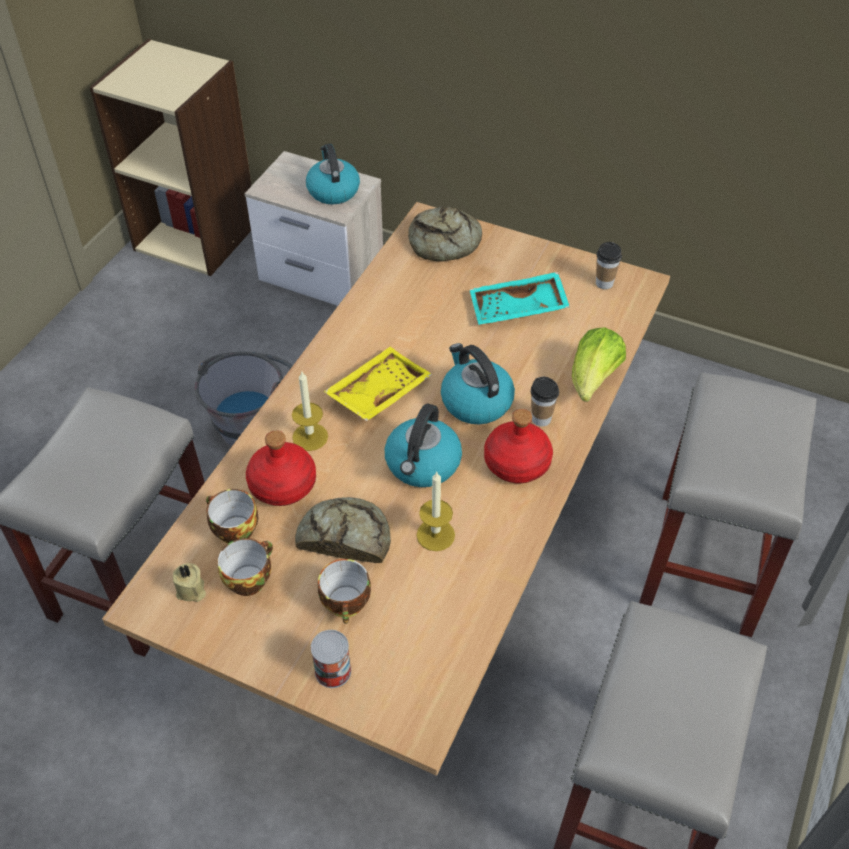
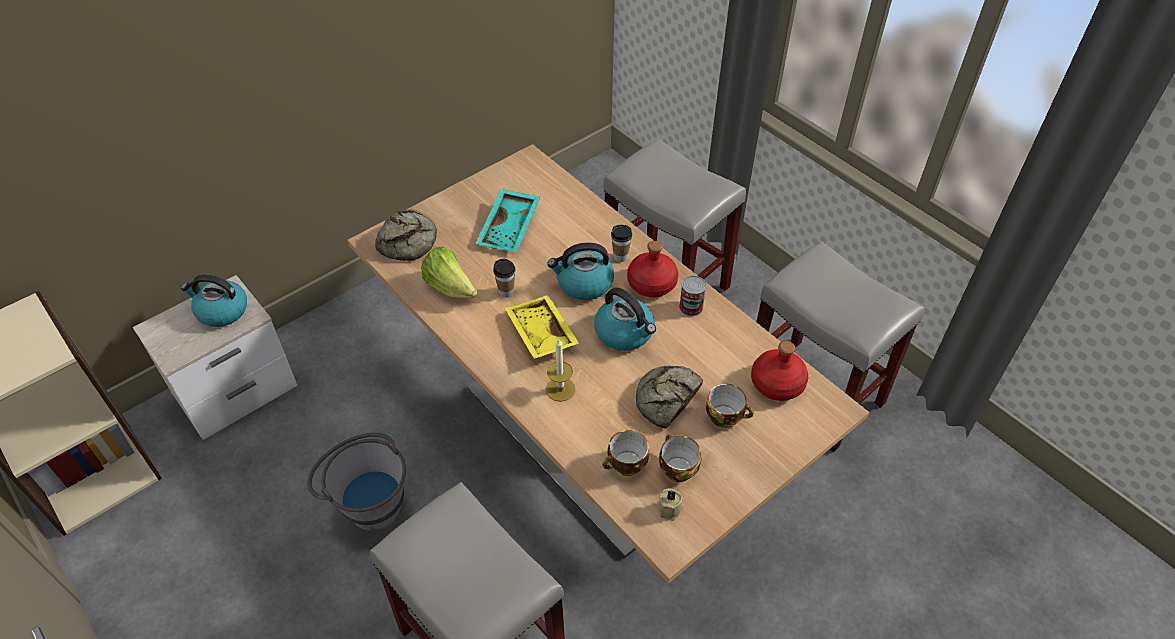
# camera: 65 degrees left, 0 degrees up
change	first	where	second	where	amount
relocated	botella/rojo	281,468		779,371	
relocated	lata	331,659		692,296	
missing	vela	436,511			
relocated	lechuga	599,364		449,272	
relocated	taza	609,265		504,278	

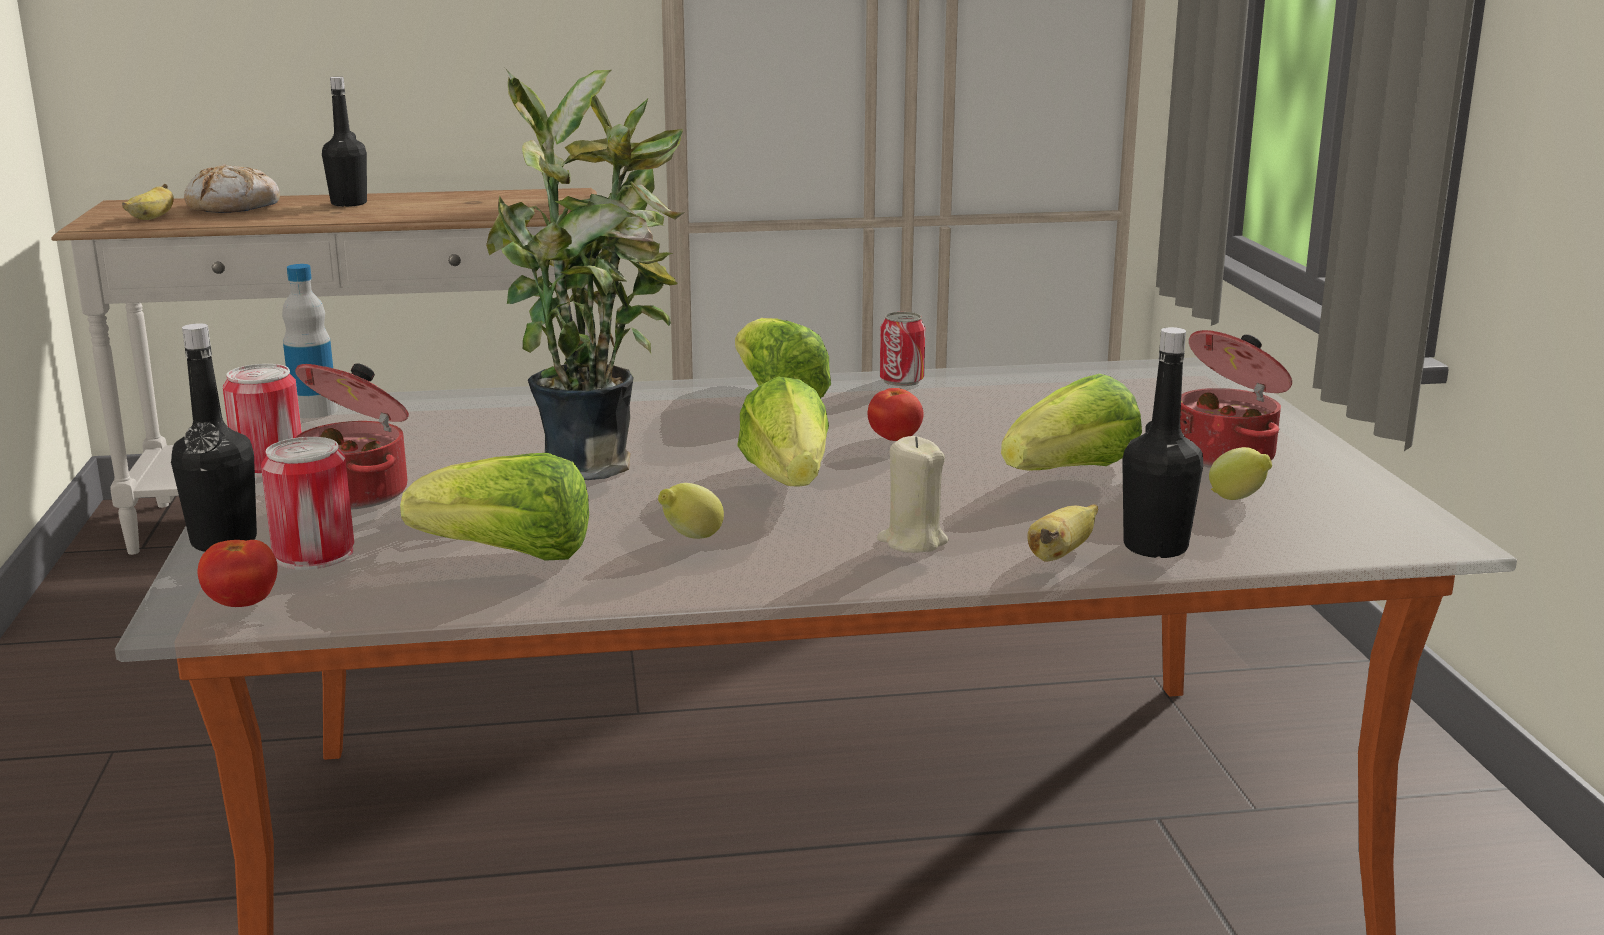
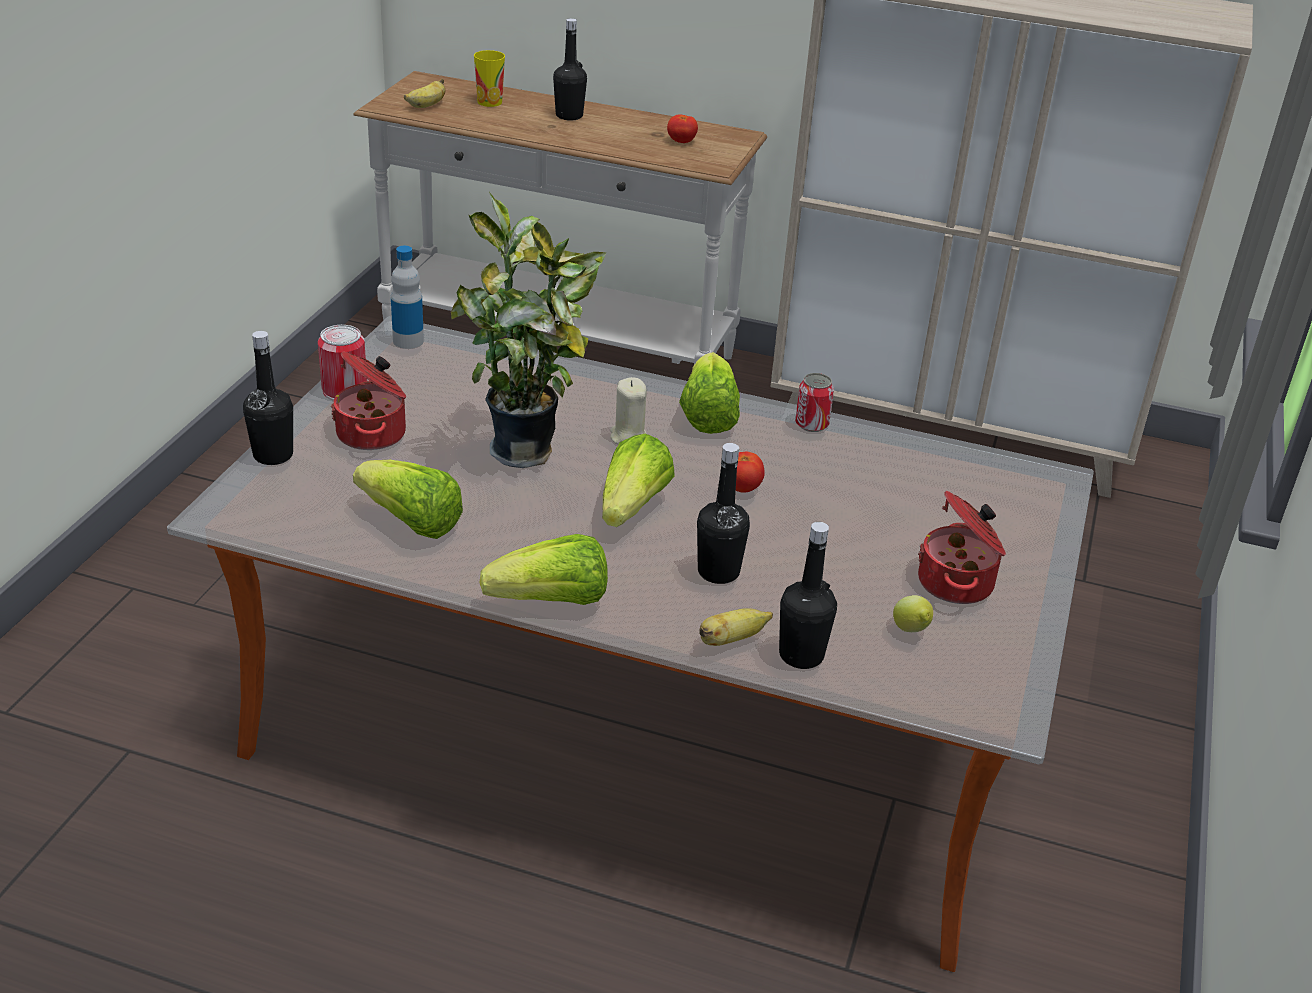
# camera: 25 degrees right, 15 degrees up
change	first	where	second	where	amount
exchanged	pan	232,188	taza	489,78	
relocated	tomate	237,573		682,129	
missing	lata	307,503			
missing	limón	691,511			
relocated	vela/beis	913,494		628,411	
relocated	lechuga	1071,422		543,569	
appeared			botella/negro	723,513	

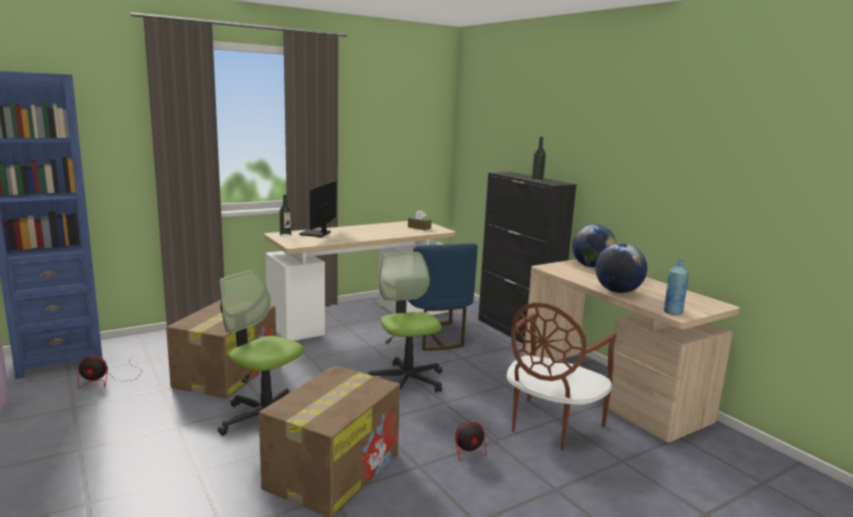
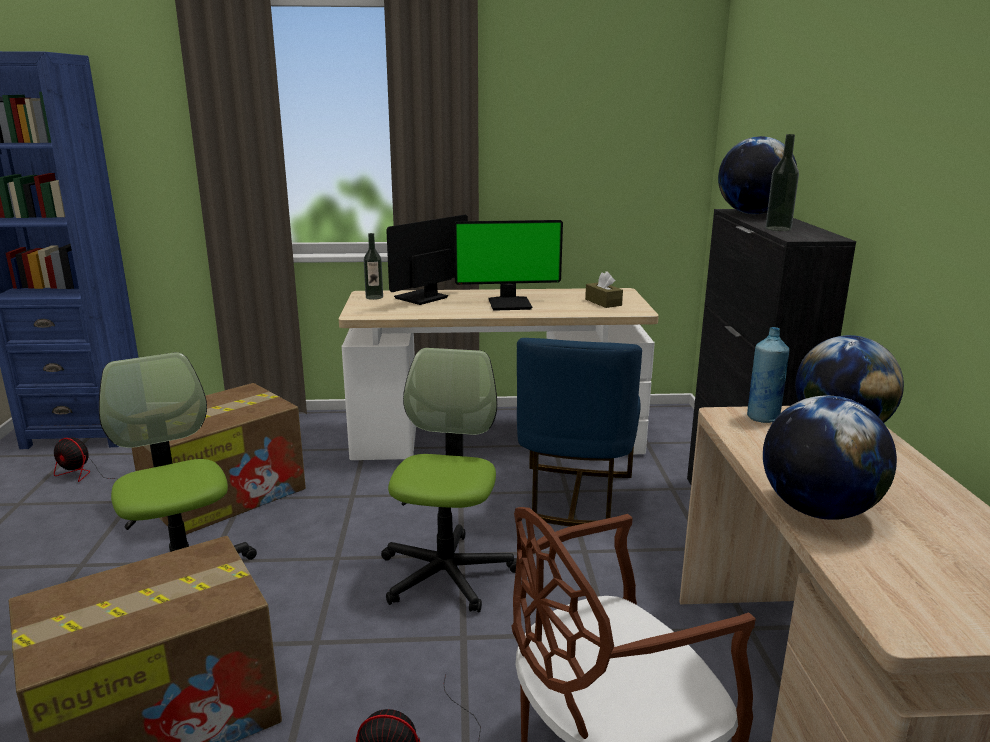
# camera: 30 degrees right, 5 degrees up
change	first	where	second	where	amount
relocated	botella/azul	676,287		768,375	
appeared			monitor	508,265	
appeared			globo terráqueo	757,175	

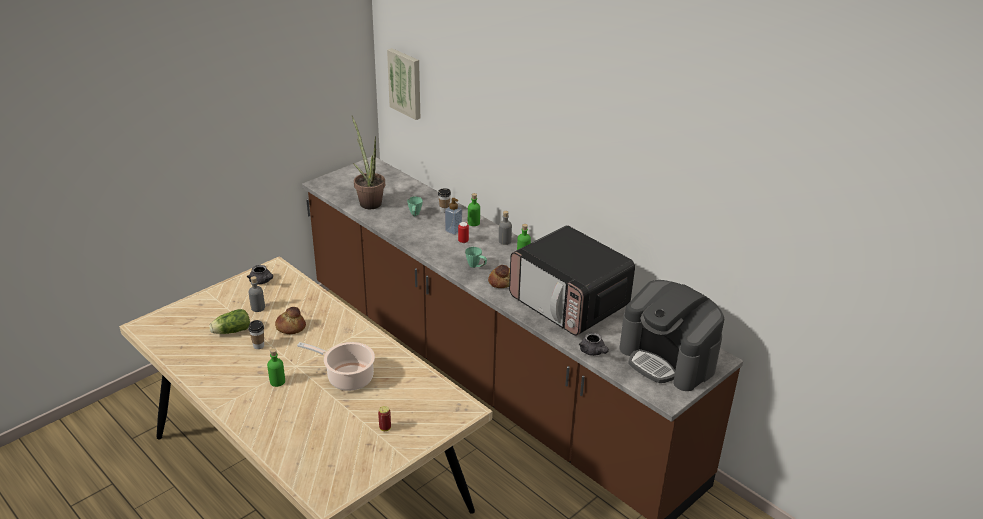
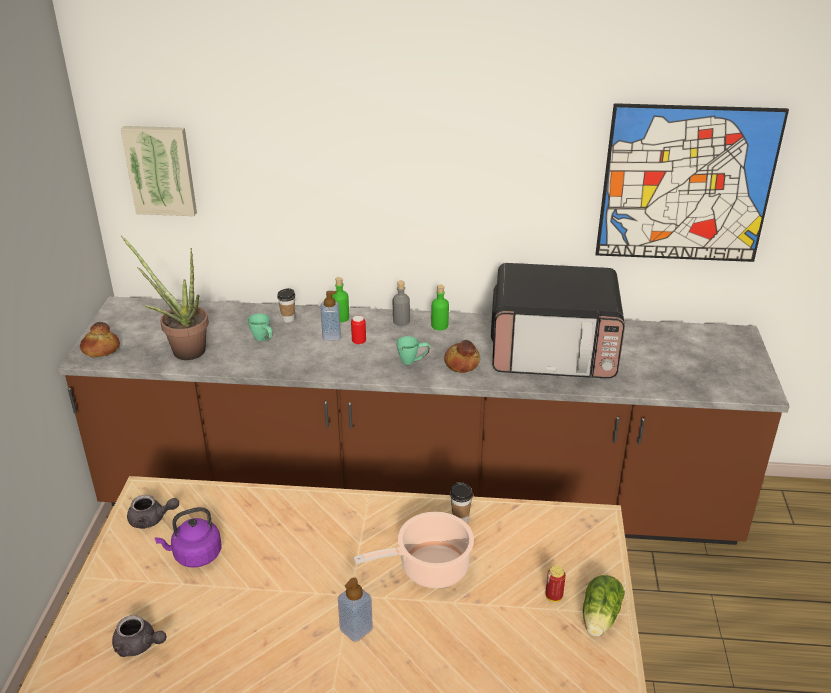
# camera: 40 degrees left, 0 degrees up
change	first	where	second	where	amount
relocated	lechuga	229,321		604,606	
exchanged	botella/gris	256,294	hervidor/morado	188,537	
relocated	taza	256,334		461,502	
exchanged	botella/verde	276,367	dispensador de jabón	355,609	
relocated	pan	290,320		100,339	
relocated	tetera/gris	594,344		139,636	
missing	cafetera	671,335			
appeared			cuadro	692,182	

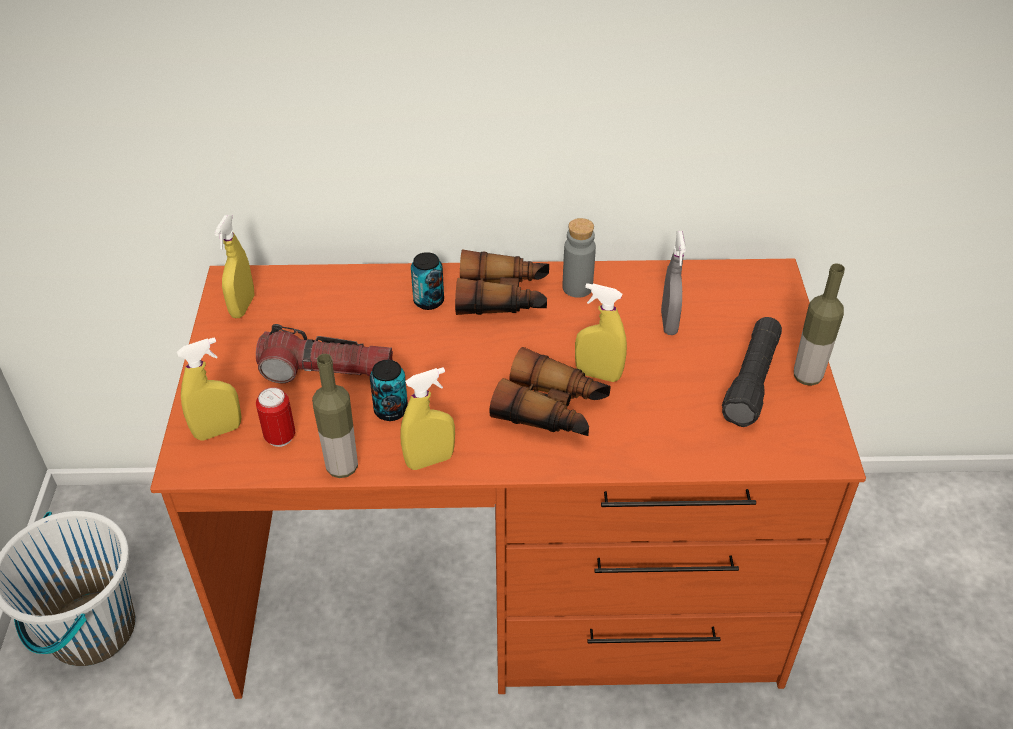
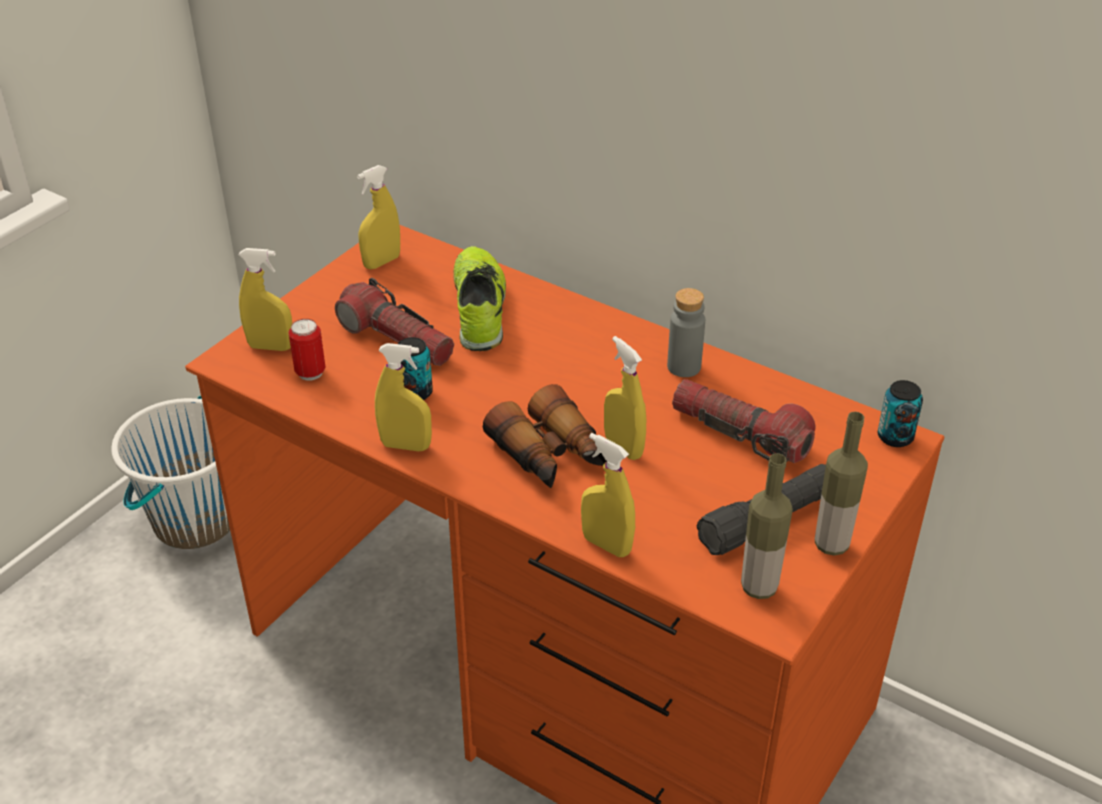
# camera: 35 degrees right, 5 degrees down
change	first	where	second	where	amount
relocated	botella	335,416		767,526	
relocated	lata	427,281		900,413	
missing	prismáticos	502,282			
exchanged	pulverizador/gris	673,283	linterna	743,421	
appeared			zapato	479,298	
appeared			pulverizador/amarillo	608,495	

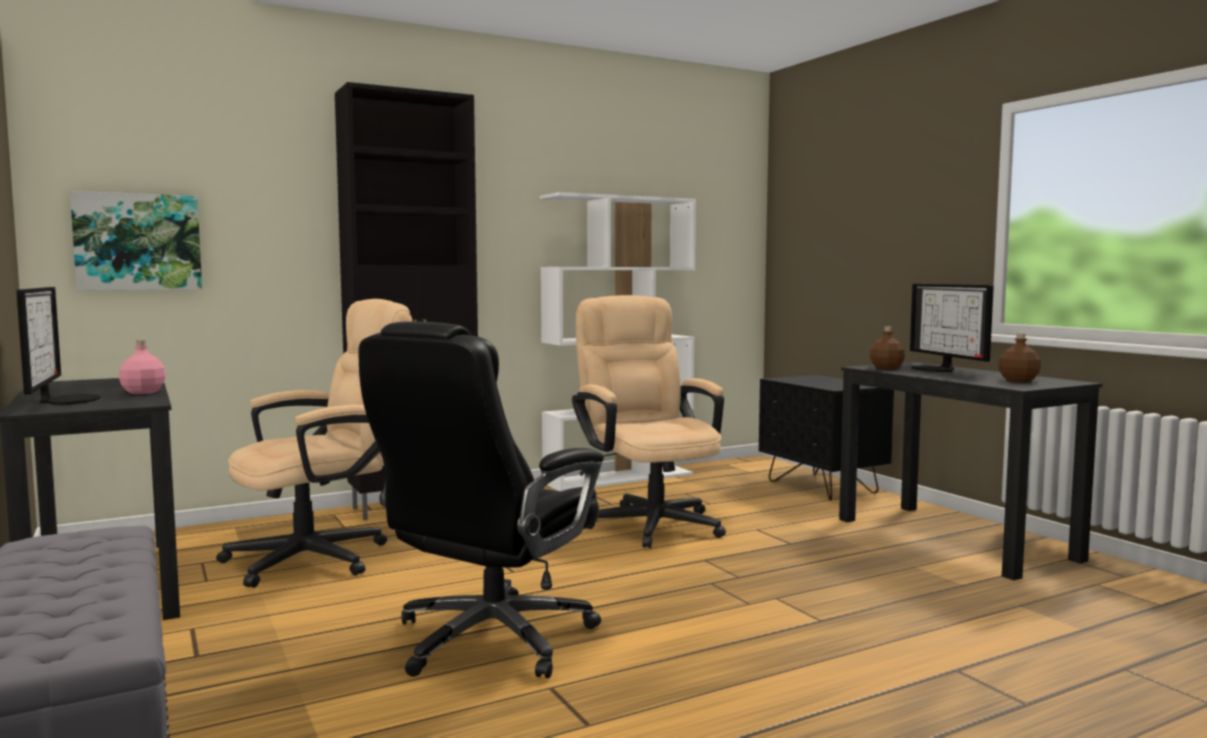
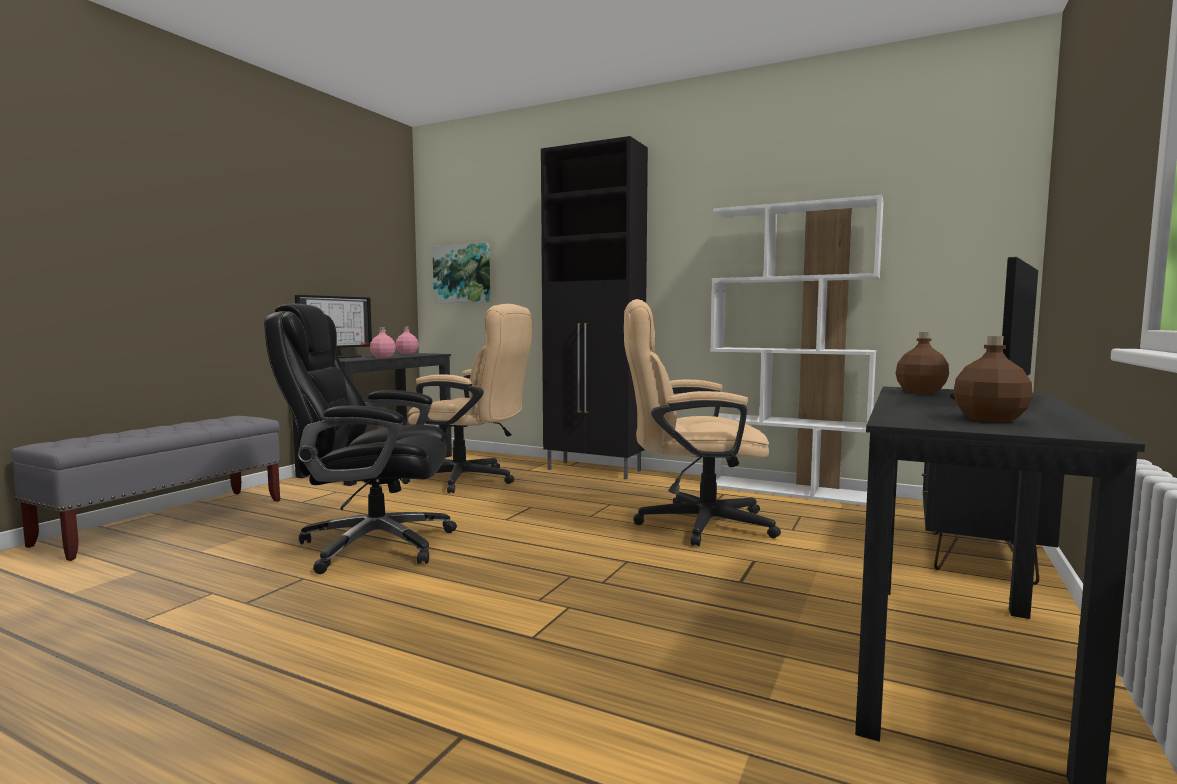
# camera: 55 degrees right, 0 degrees up
change	first	where	second	where	amount
spun	silla de oficina/beis	649,421		702,422	120 degrees counterclockwise
appeared			botella/rosa	407,340	

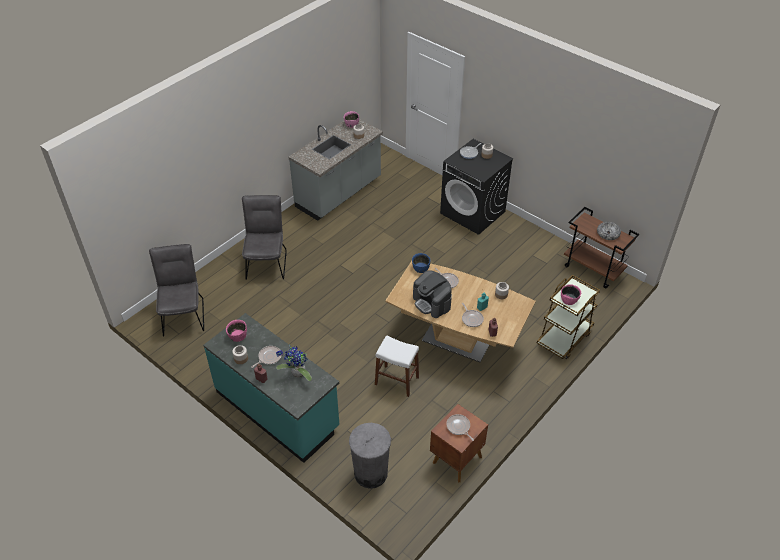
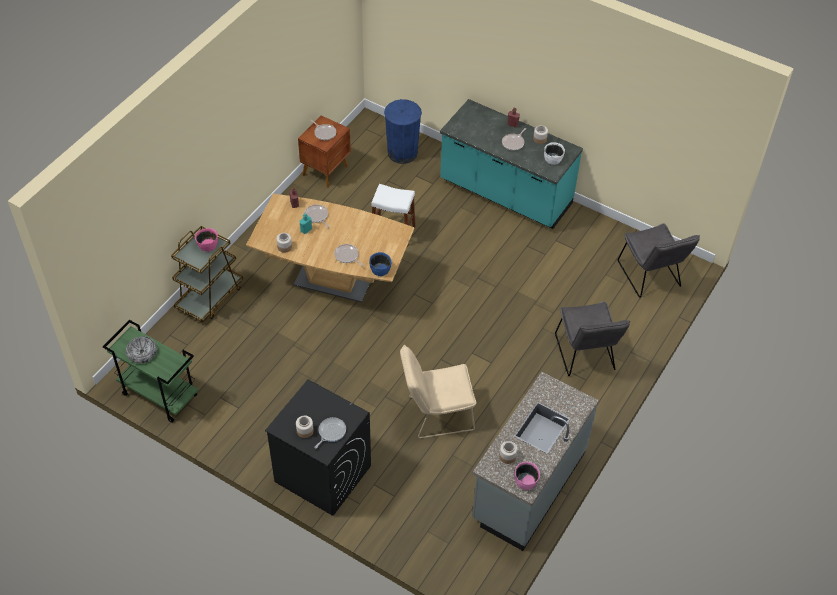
# camera: 170 degrees right, 5 degrees up
change	first	where	second	where	amount
colour	cuenco/rosa	236,331	cuenco/blanco	554,153	
missing	planta en maceta	294,363			
colour	papelera/gris	370,456	papelera/azul	403,131	
missing	cafetera	432,294			
colour	carrito/marrón	601,248	carrito/verde	150,371	
appeared			silla/beis	438,391	

